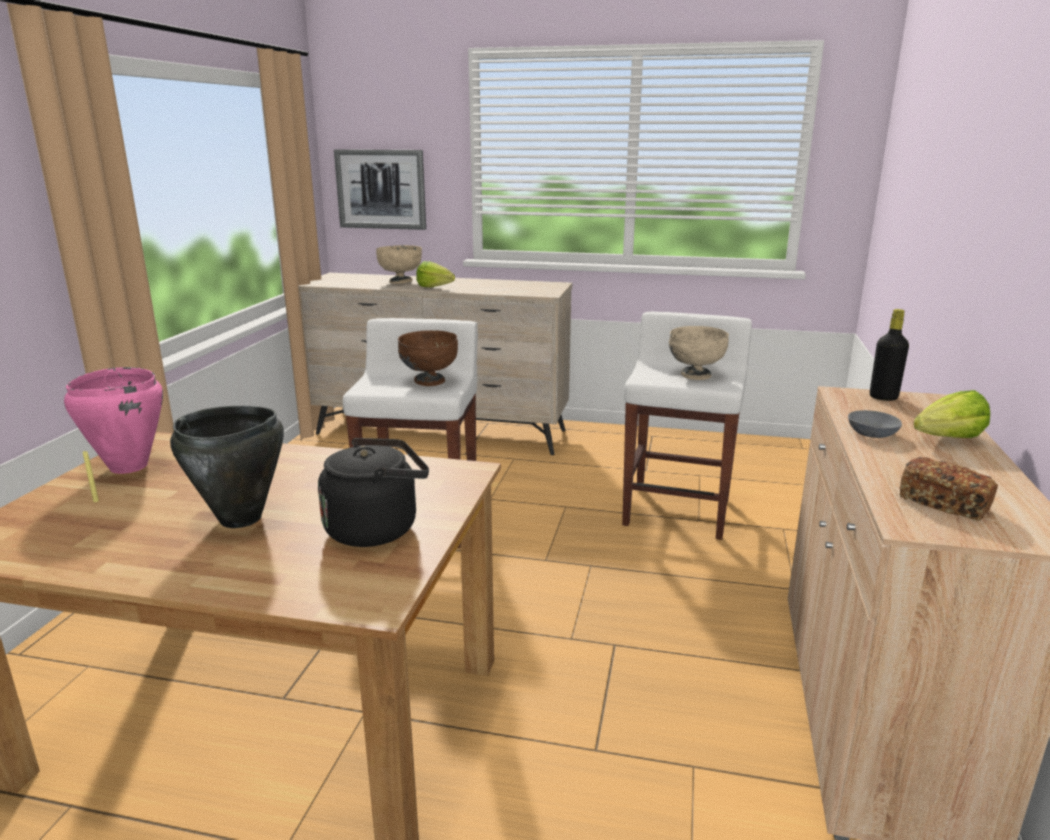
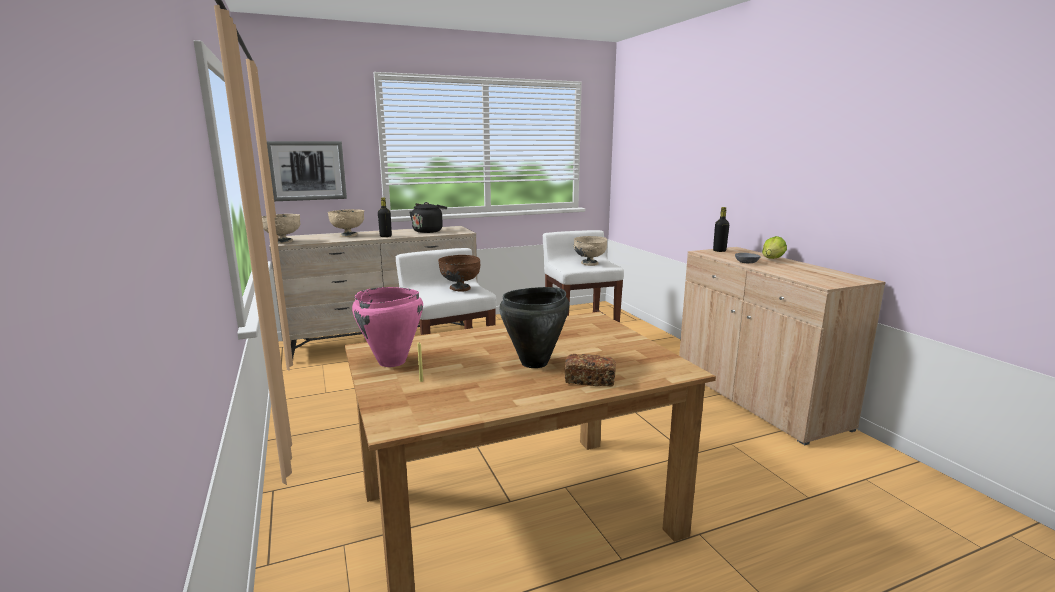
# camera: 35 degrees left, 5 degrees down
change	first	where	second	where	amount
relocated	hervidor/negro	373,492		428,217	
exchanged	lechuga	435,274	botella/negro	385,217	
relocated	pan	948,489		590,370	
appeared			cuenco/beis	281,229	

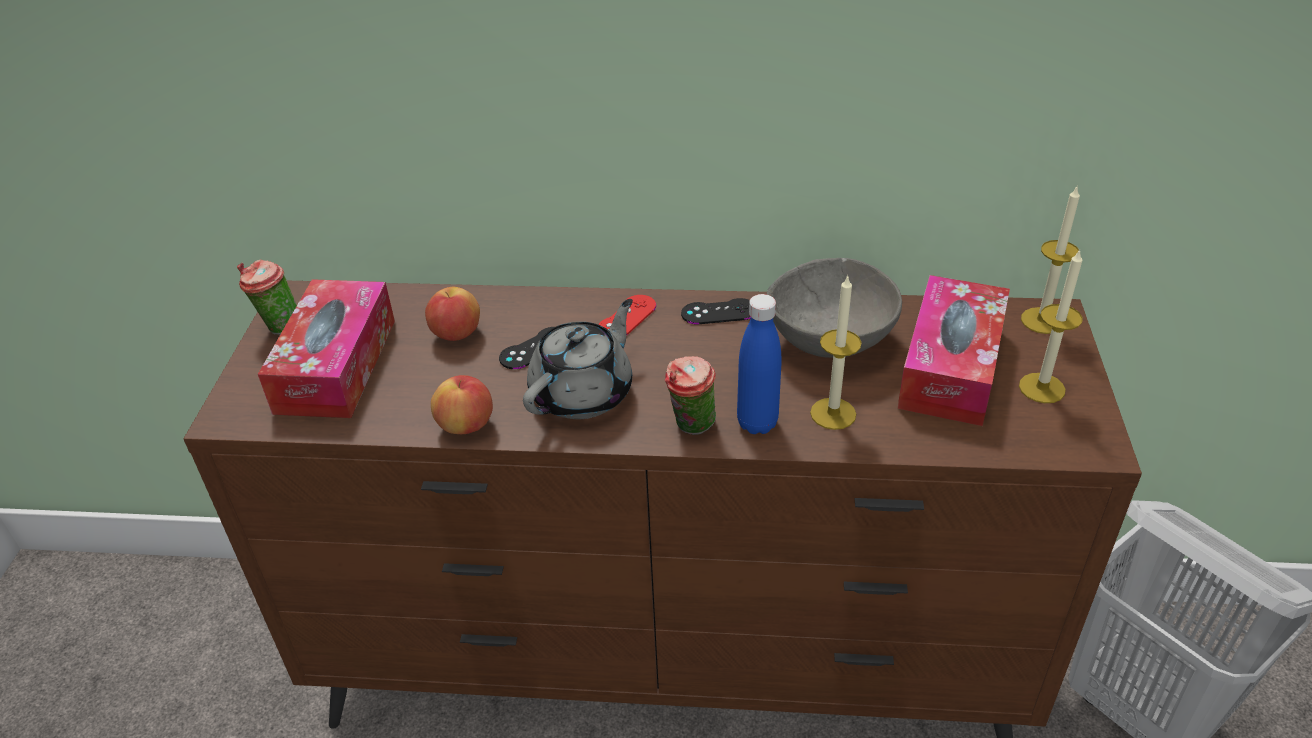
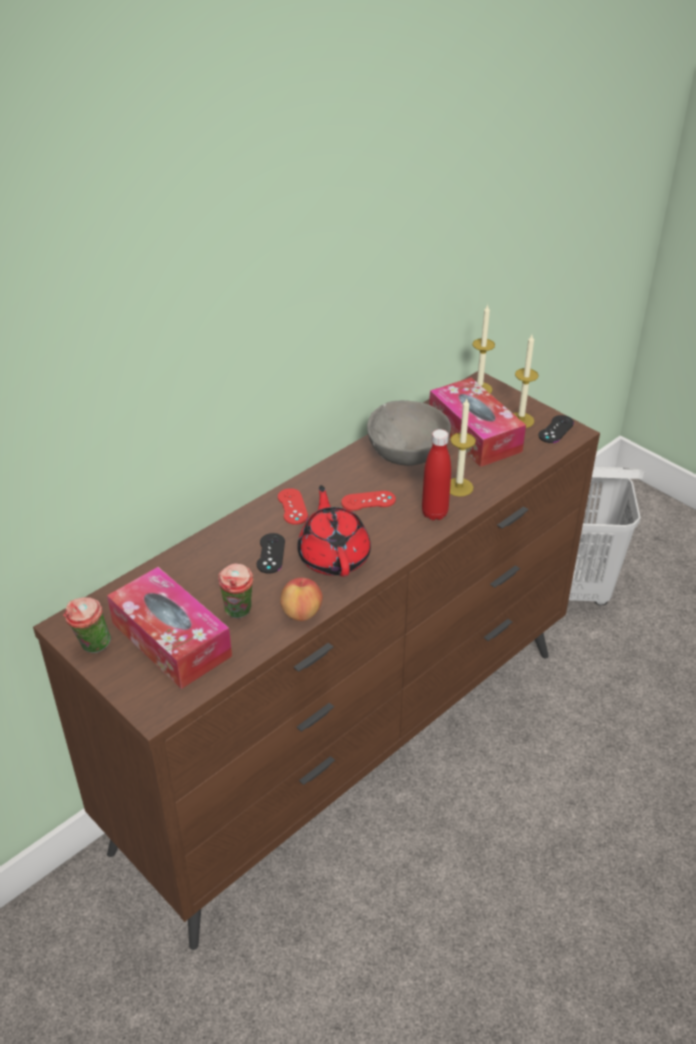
# camera: 50 degrees left, 0 degrees up
change	first	where	second	where	amount
missing	manzana	452,314			
colour	tetera/gris	578,359	tetera/rojo	334,531	
relocated	taza	690,395		236,591	
relocated	mando de consola/negro	716,311		556,429	
colour	botella/azul	759,364	botella/rojo	436,474	
appeared			mando de consola/rojo	368,501	

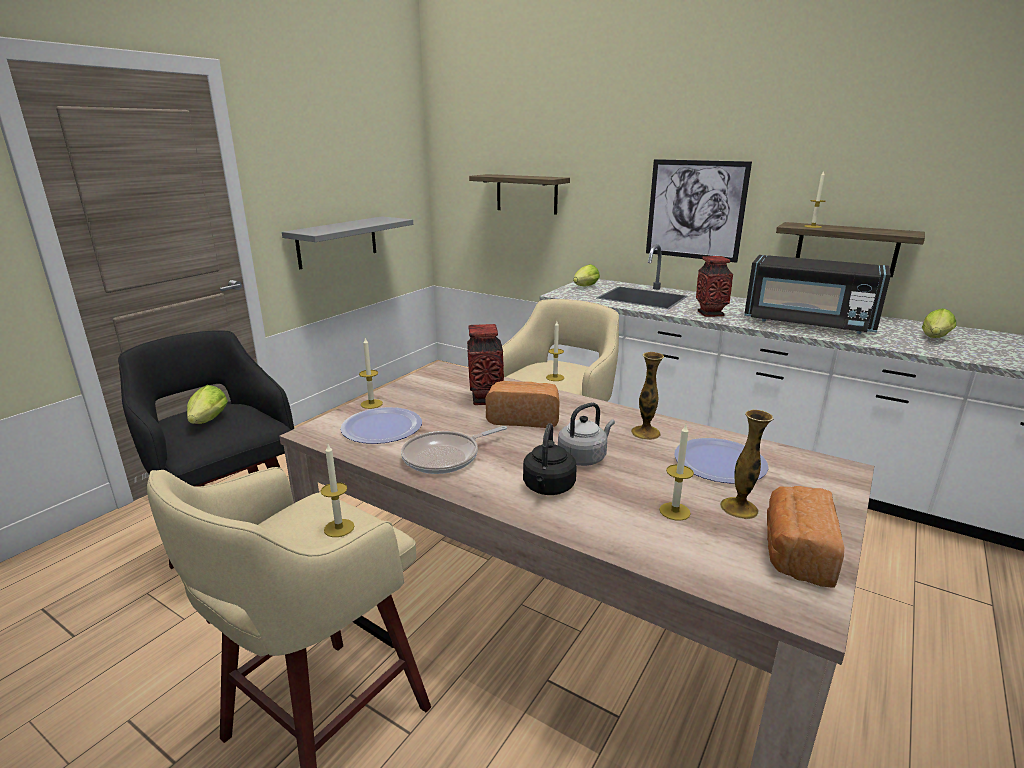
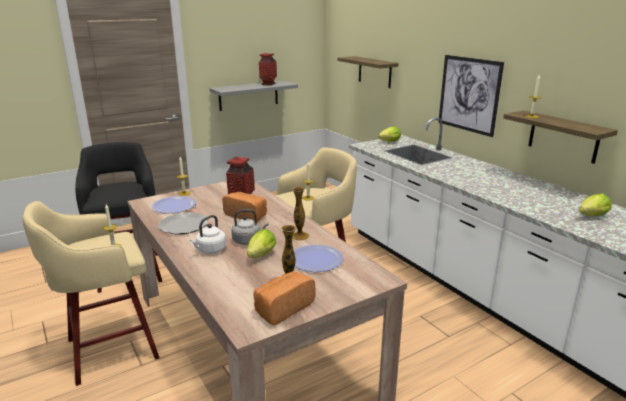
# camera: 25 degrees right, 0 degrees up
change	first	where	second	where	amount
relocated	lechuga	207,404		261,243	
exchanged	sartén	454,450	plato	183,223	
colour	hervidor/negro	550,459	hervidor/blanco	208,234	
missing	vela	676,473			
relocated	florero	714,286		268,69	
missing	microondas/negro	817,294			

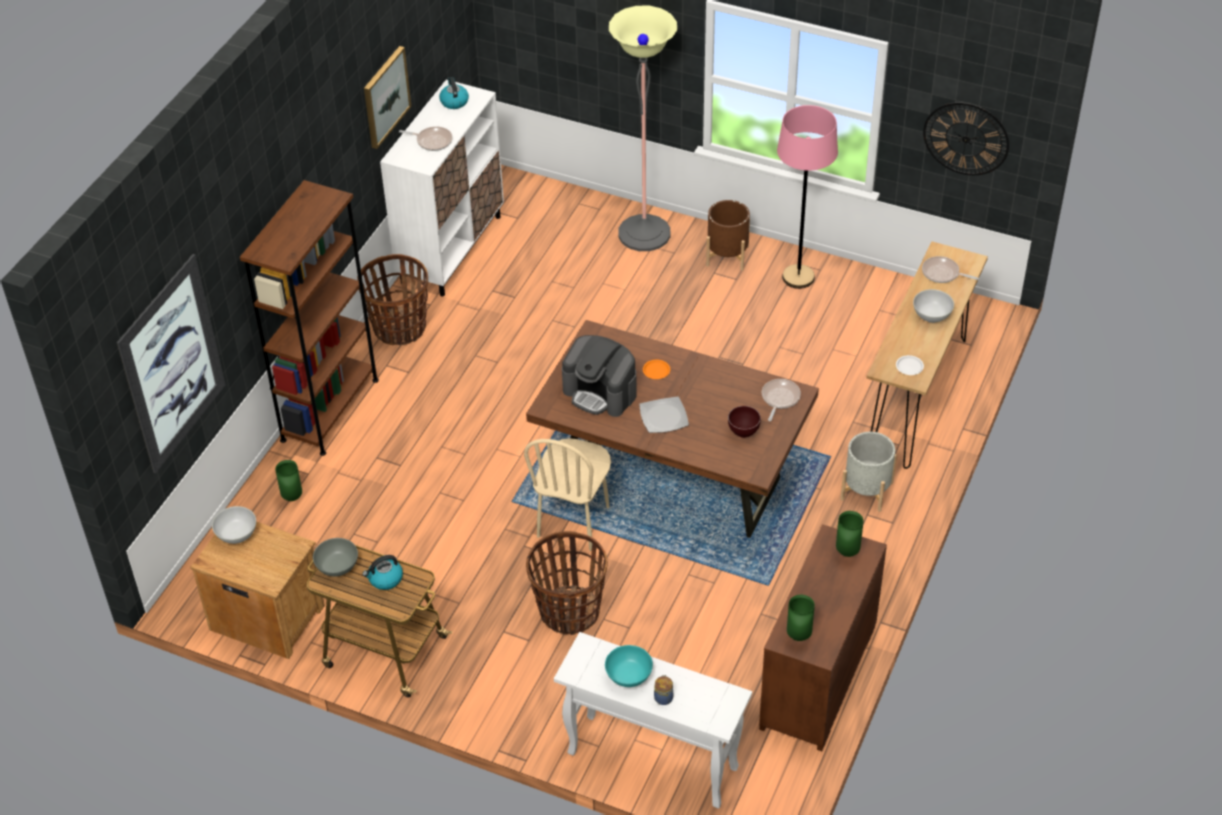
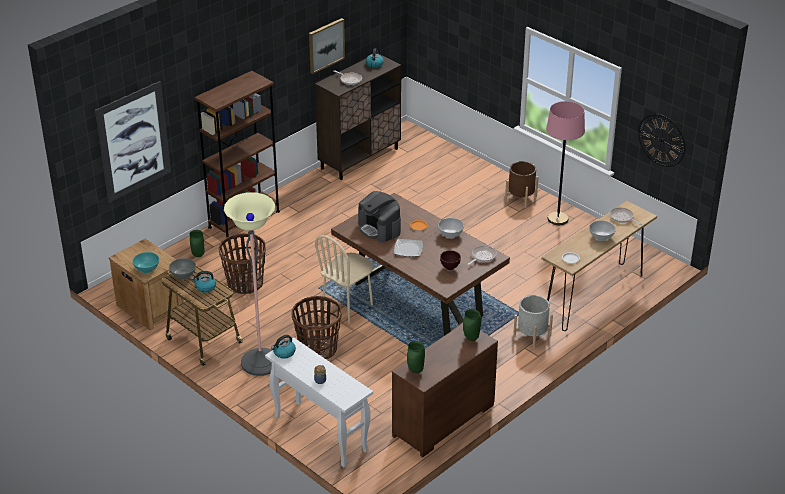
# camera: 20 degrees right, 10 degrees down
change	first	where	second	where	amount
relocated	cuenco/blanco	234,525		451,228	
relocated	cesta	392,299		242,263	
colour	armario/blanco	442,188	armario/marrón	358,116	
relocated	cuenco/turquesa	629,666		145,262	
relocated	lámpara de pie	643,128		249,284	
appeared			hervidor	283,347	

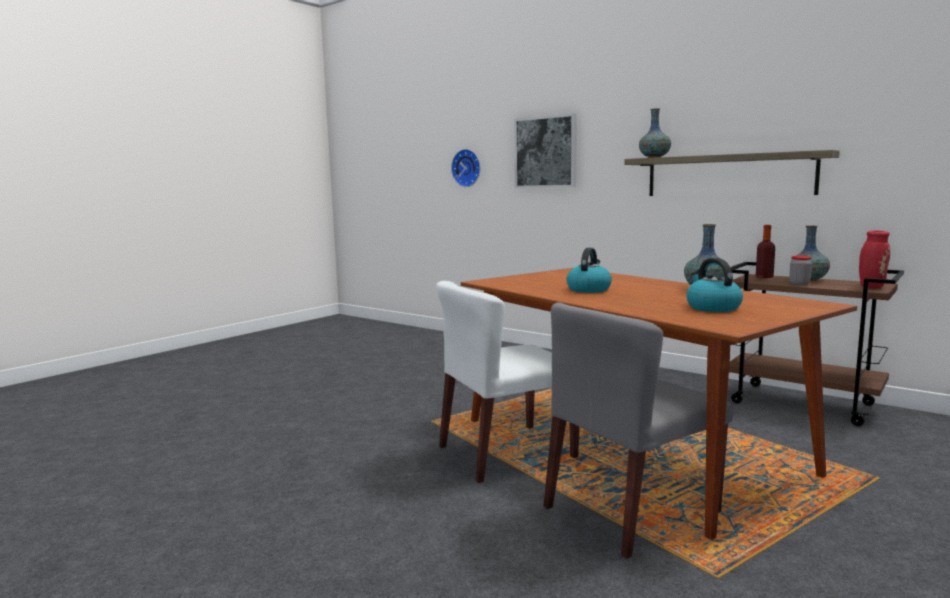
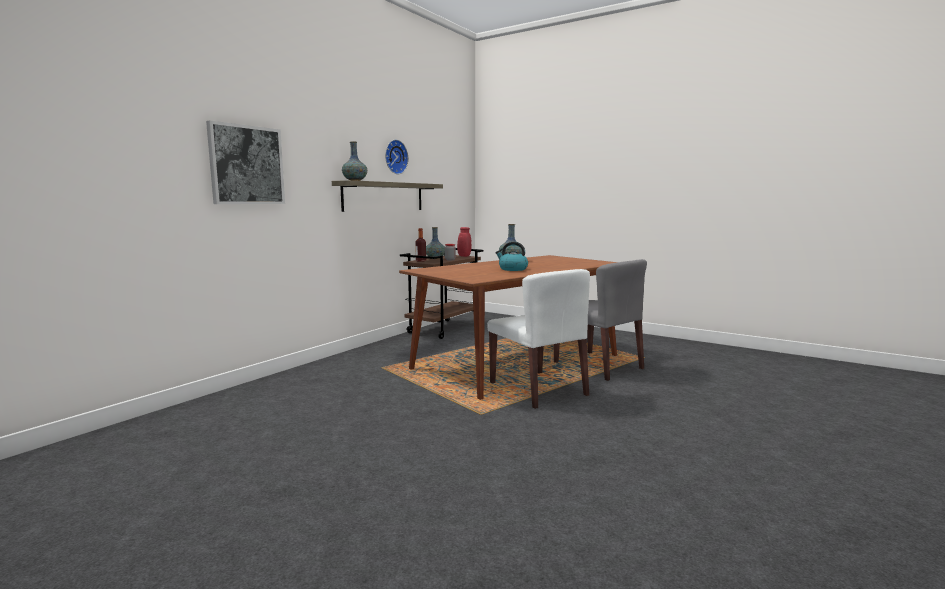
# camera: 95 degrees left, 0 degrees up
change	first	where	second	where	amount
relocated	reloj de pared	465,168		396,157	
missing	hervidor	714,285			

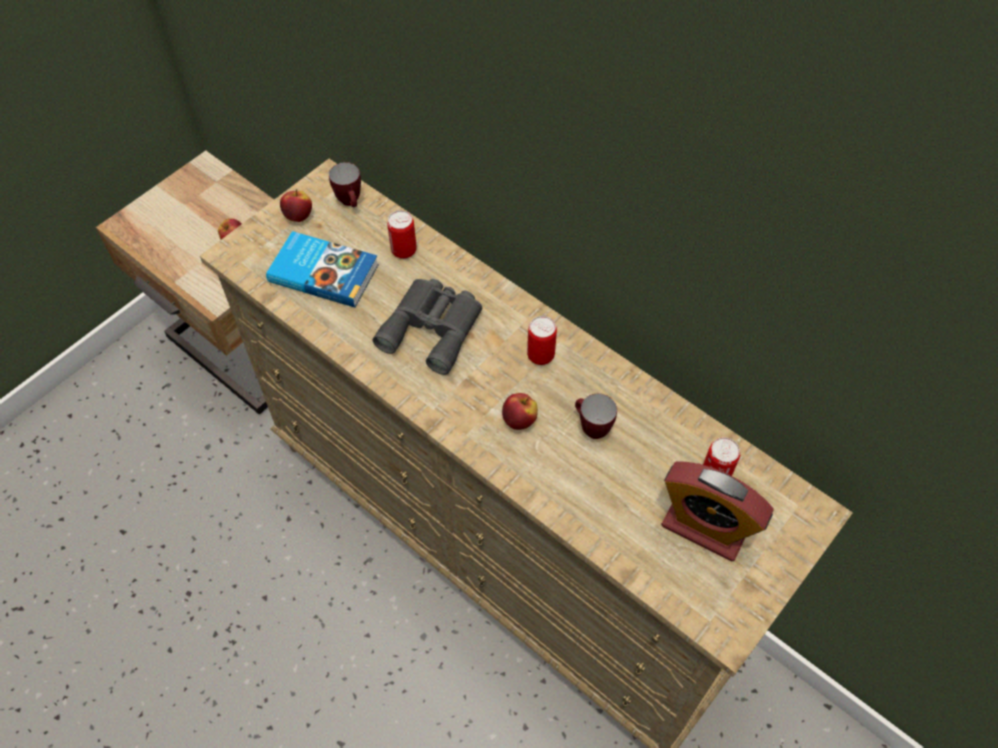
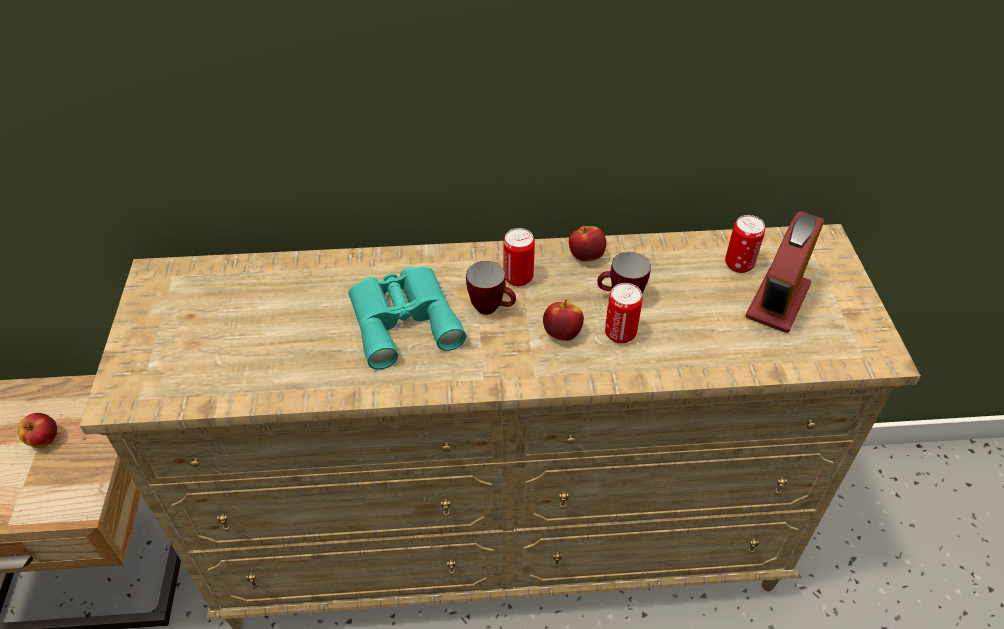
# camera: 45 degrees left, 10 degrees down
change	first	where	second	where	amount
missing	libro	322,269			
relocated	manzana	296,205		587,243	
relocated	taza grande	345,184		491,288	
colour	prismáticos/gris	427,327	prismáticos/turquesa	407,318	
relocated	lata	402,234		624,313	
spun	despertador	717,511		785,272	135 degrees clockwise

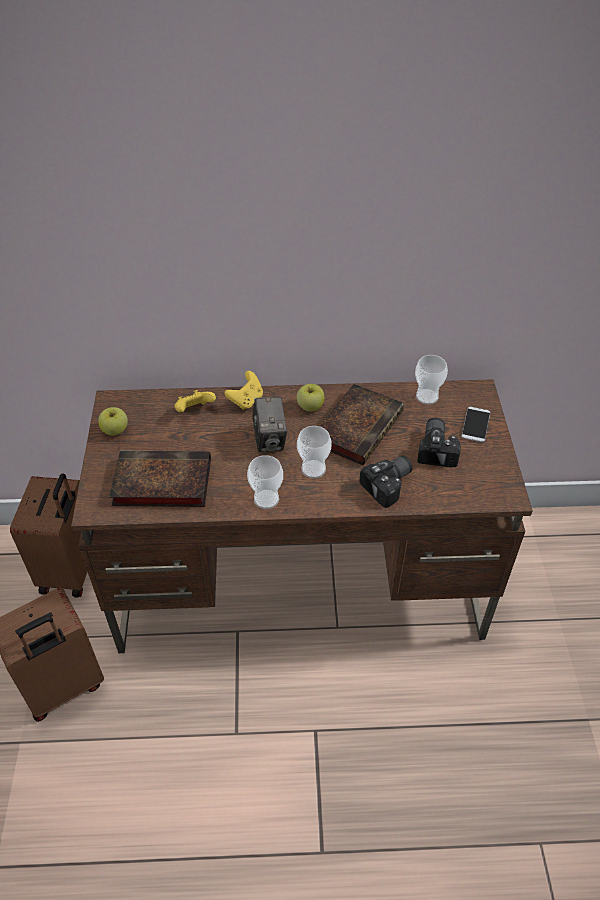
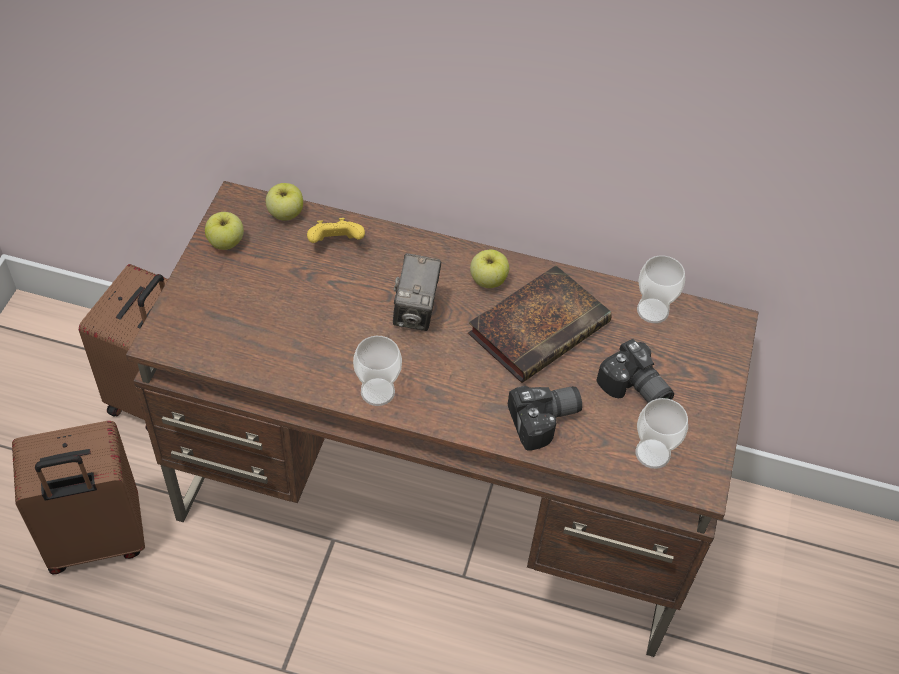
# camera: 15 degrees right, 5 degrees up
change	first	where	second	where	amount
missing	libro	160,478			
missing	mando de consola/amarillo	243,390			
relocated	taza	314,452		662,433	
spun	cámara	439,442		635,371	120 degrees clockwise
missing	móvil	475,424			
appeared			manzana	284,202	

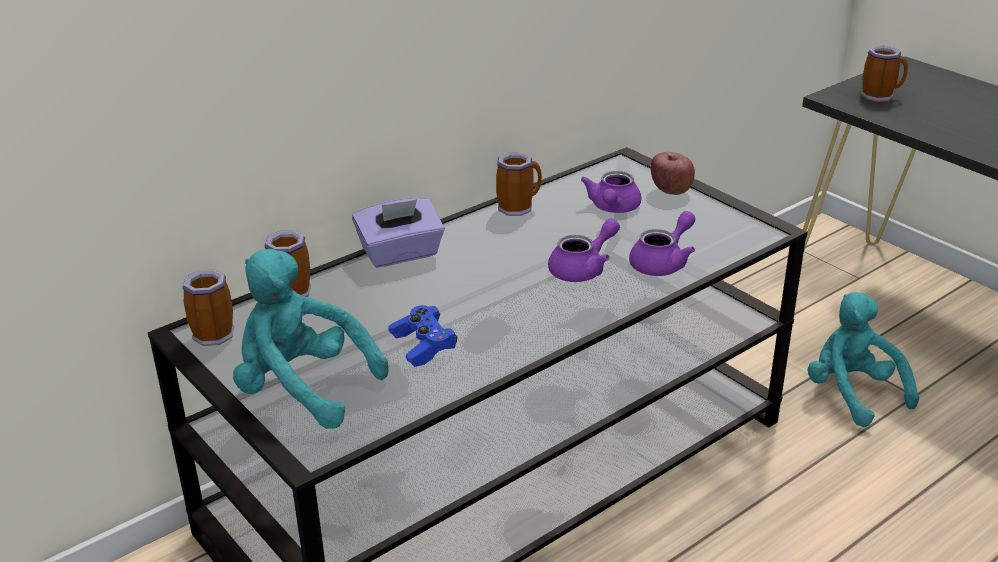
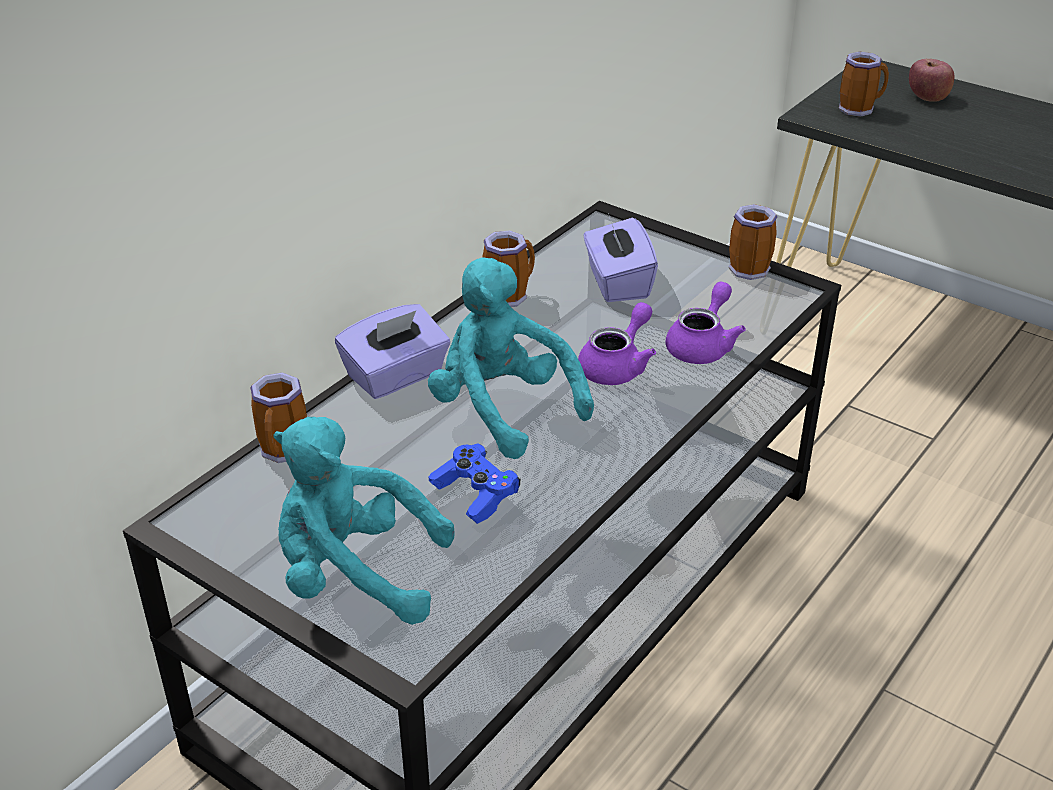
# camera: 15 degrees left, 5 degrees up
change	first	where	second	where	amount
relocated	taza grande	208,308		752,242	
exchanged	tetera/morado	611,192	caja de pañuelos/morado	620,257	
relocated	manzana	673,173		931,80	
relocated	peluche/turquesa	863,359		511,358	

